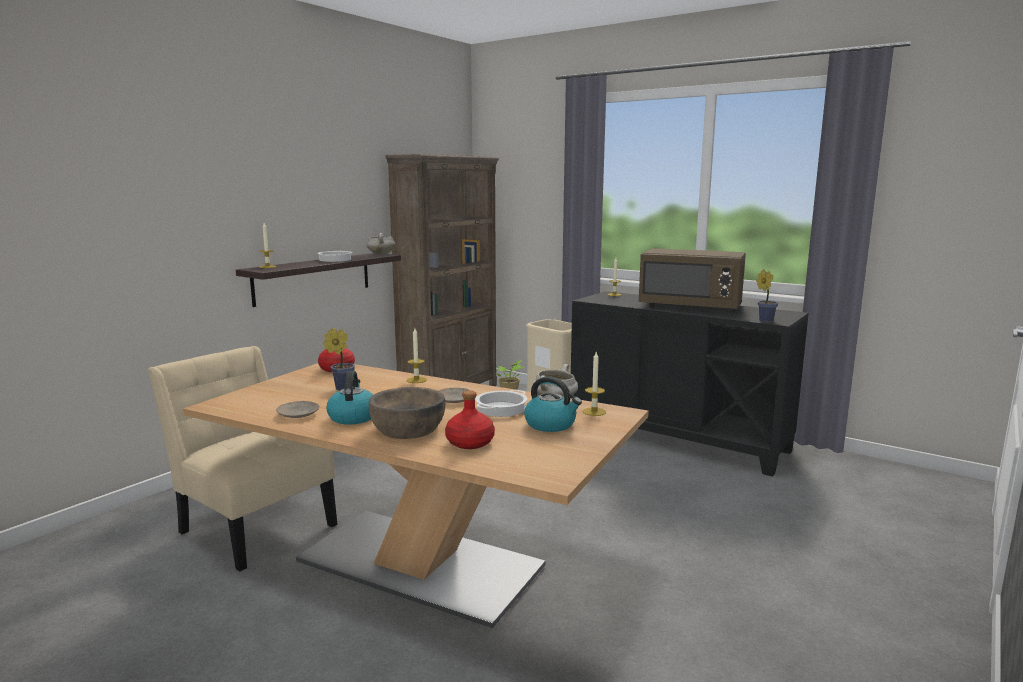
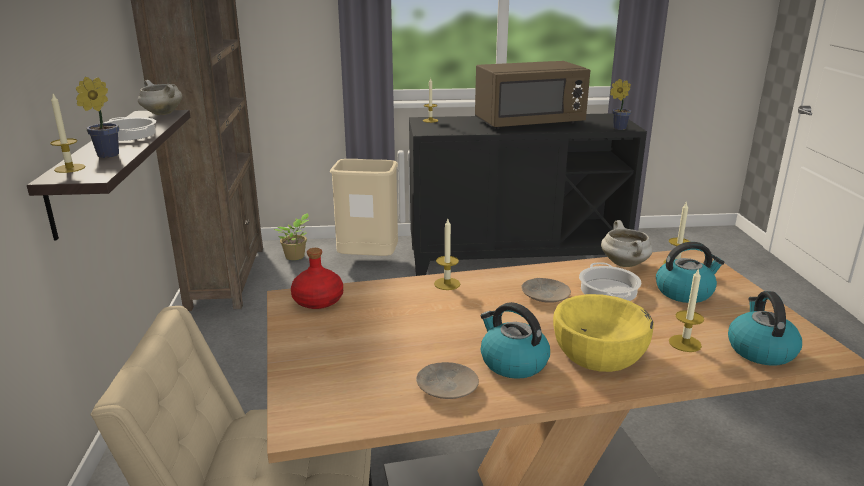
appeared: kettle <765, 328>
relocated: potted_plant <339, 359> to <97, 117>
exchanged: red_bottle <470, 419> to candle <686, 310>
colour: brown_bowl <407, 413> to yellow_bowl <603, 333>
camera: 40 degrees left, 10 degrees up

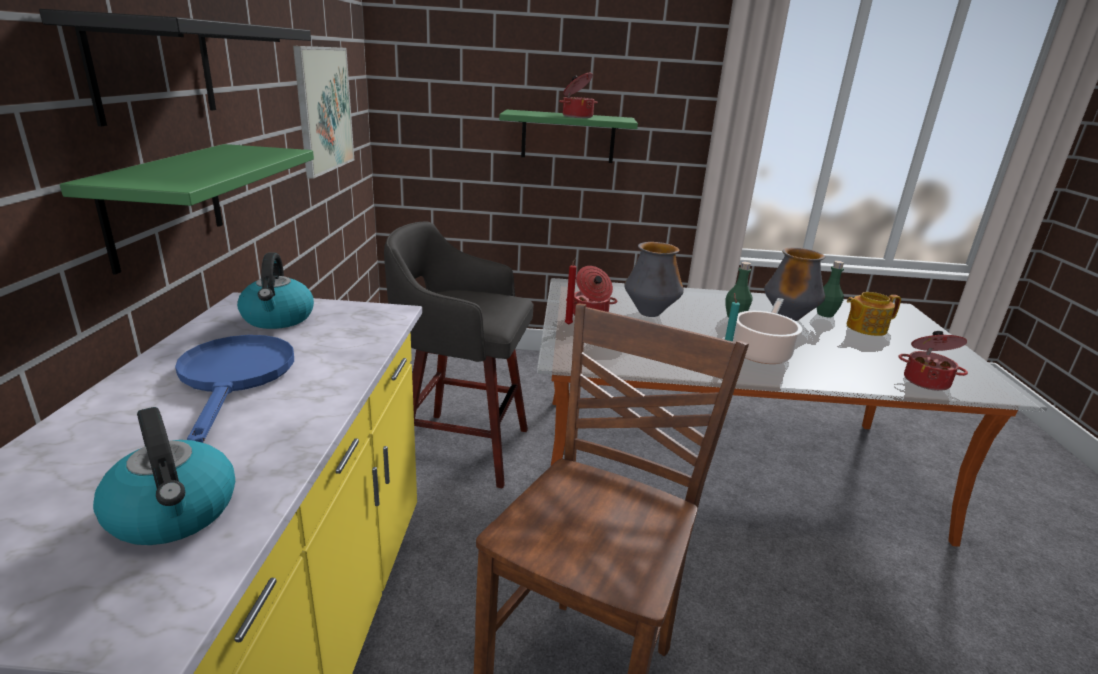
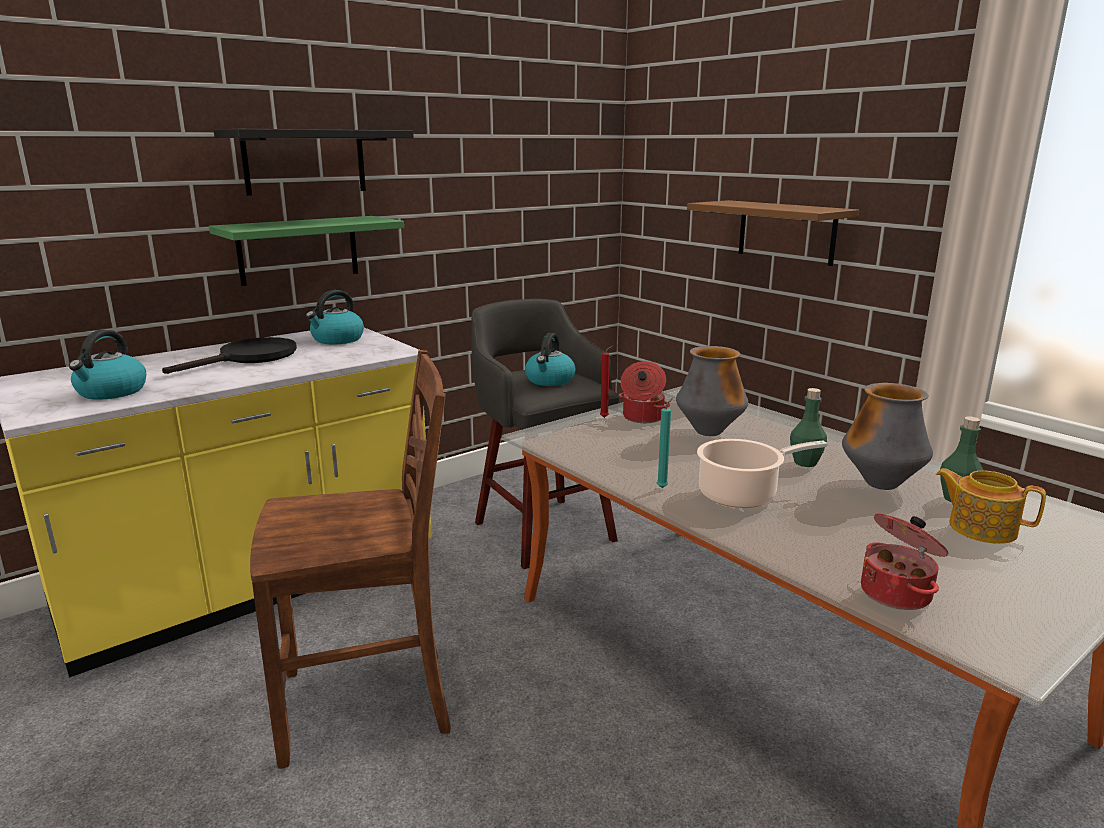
missing: picture <323, 112>; cooking_pot <578, 95>
appeared: kettle <550, 359>
colour: blue_frying_pan <234, 389> to black_frying_pan <229, 355>; green_shelf <568, 136> to brown_shelf <773, 233>
camera: 50 degrees right, 5 degrees down

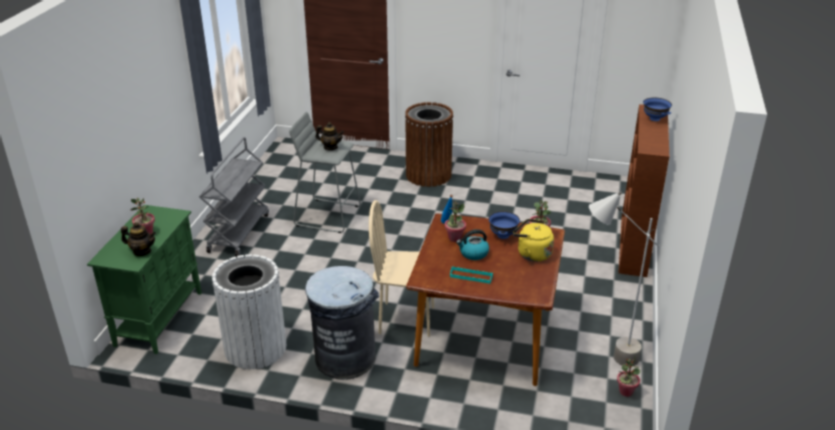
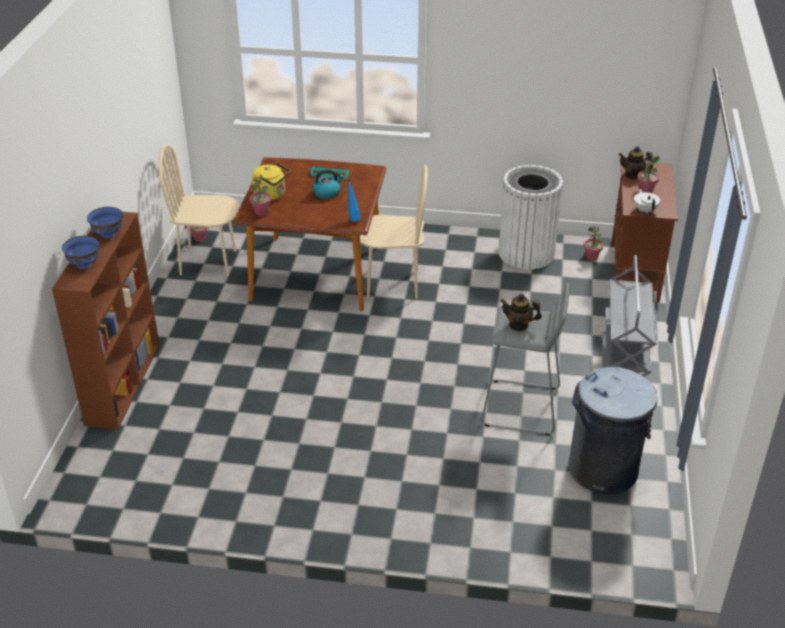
missing: brown_trash_can <429, 144>
appeared: white_teapot <647, 201>
relocated: grey_trash_can <342, 323> to <613, 430>; potted_plant <455, 222> to <593, 243>; blue_bowl <504, 225> to <105, 222>
exchanged: grey_floor_lamp <625, 279> to beige_chair <198, 210>
colour: green_cabinet <144, 279> to brown_cabinet <644, 232>
camera: 175 degrees right, 5 degrees up

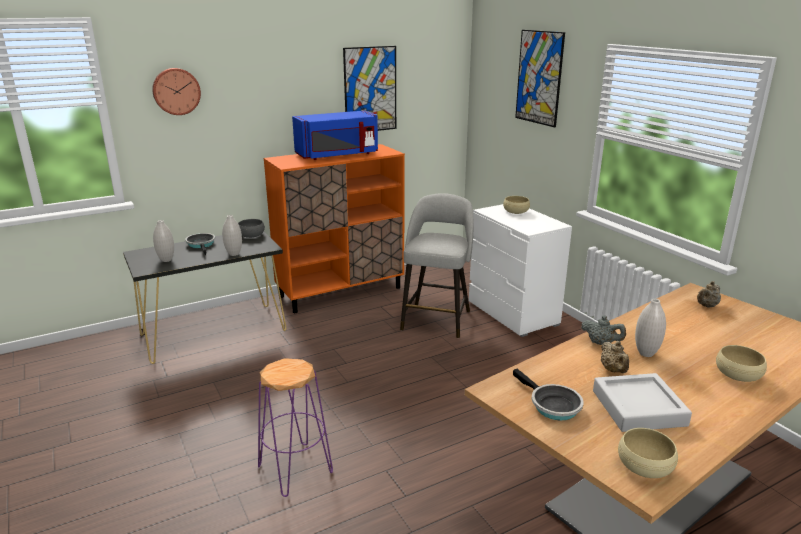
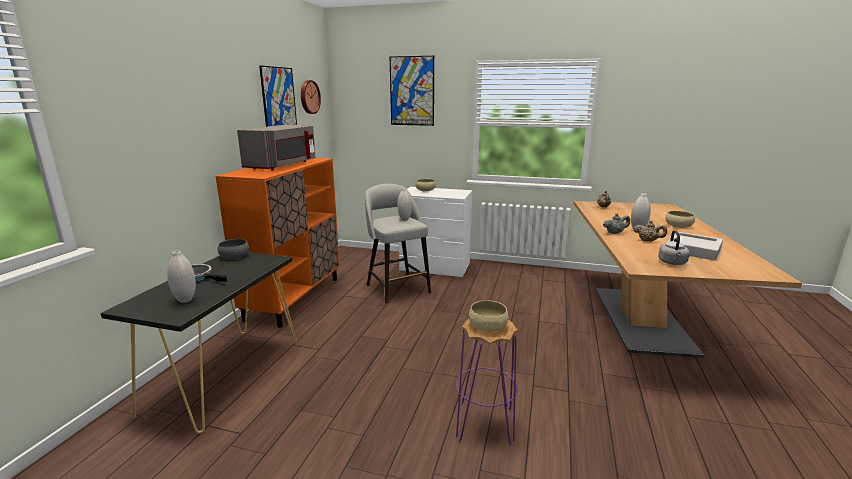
relocated: wall_clock <176, 91> to <311, 97>; white_vase <232, 235> to <404, 204>; beige_bowl <648, 453> to <489, 315>
exchanged: frying_pan <548, 394> to grey_kettle <674, 247>
colour: blue_microwave <335, 135> to grey_microwave <276, 147>
camera: 45 degrees left, 5 degrees down

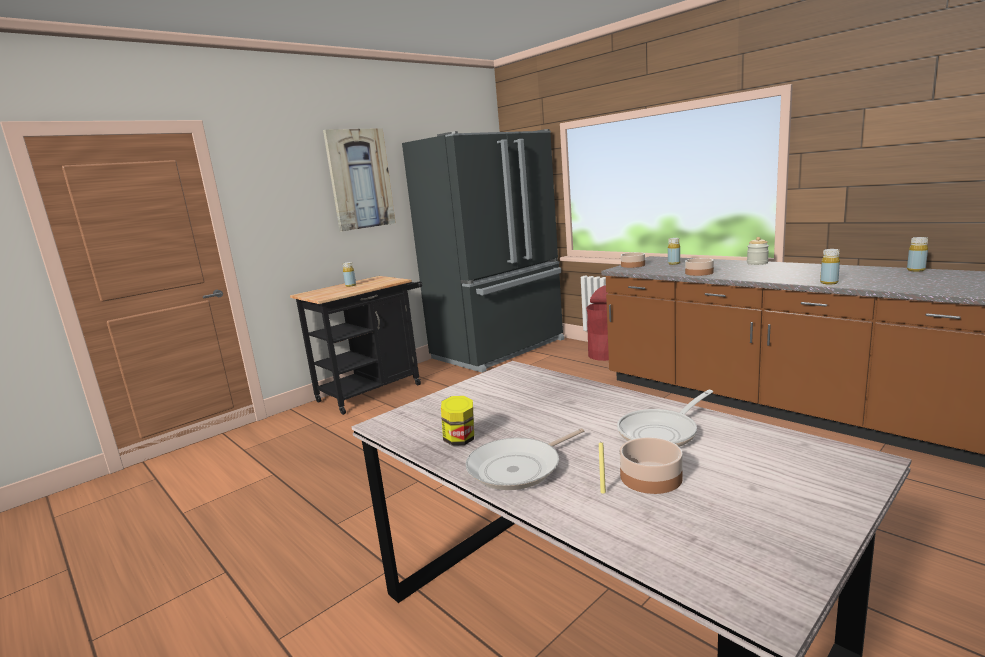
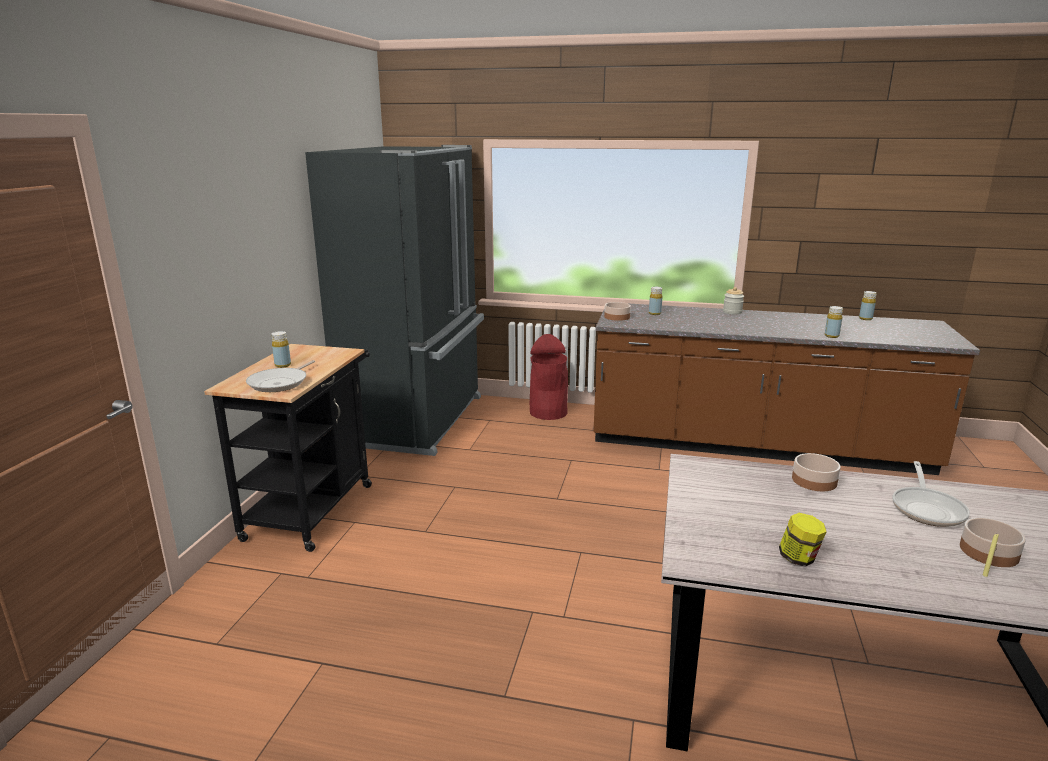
missing: picture <359, 179>
relocated: frying_pan <525, 459> to <280, 376>; bowl <699, 267> to <816, 472>
camera: 35 degrees left, 5 degrees up

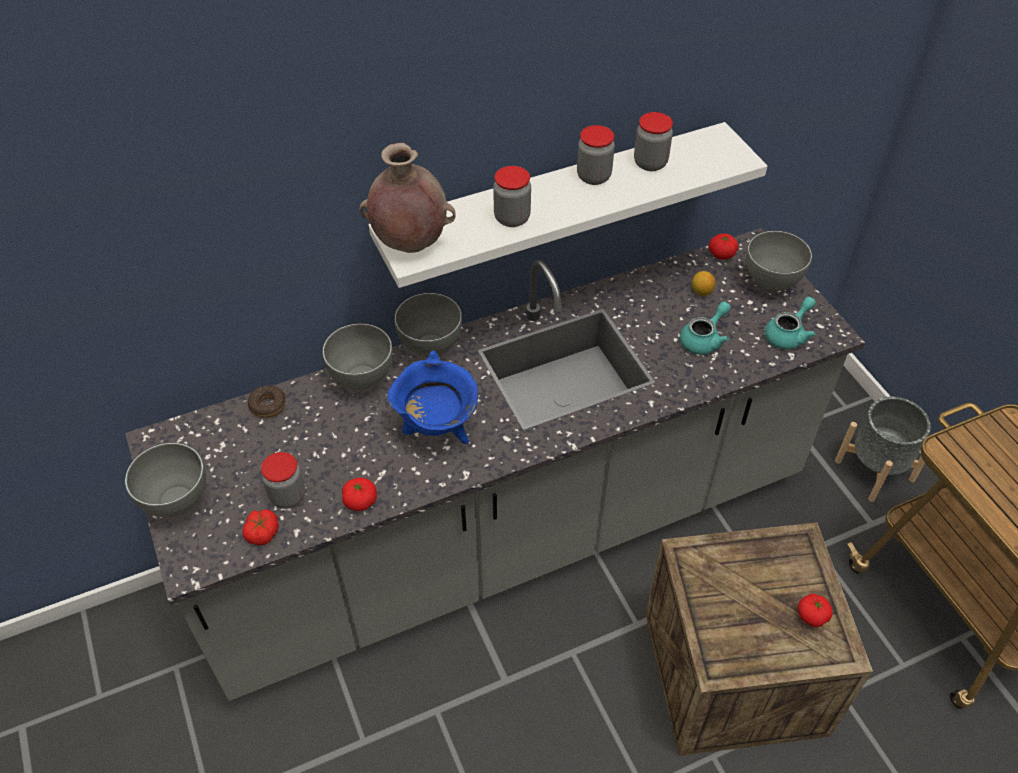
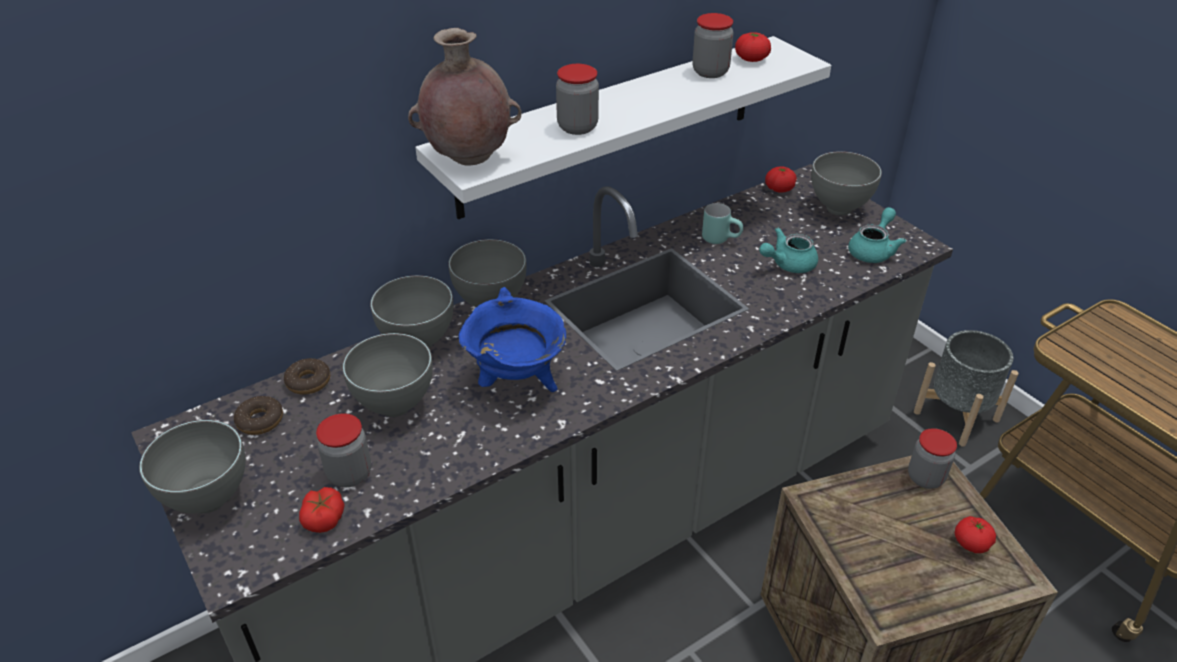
missing: lemon <703, 283>
appeared: donut <258, 415>; grey_bowl <387, 375>; turquoise_mug <722, 223>
relocated: tomato <359, 494> to <753, 47>; jar <596, 155> to <932, 458>
spun: turquoise_teapot <705, 328> = <788, 250> 150 degrees counterclockwise
camera: 10 degrees left, 10 degrees down

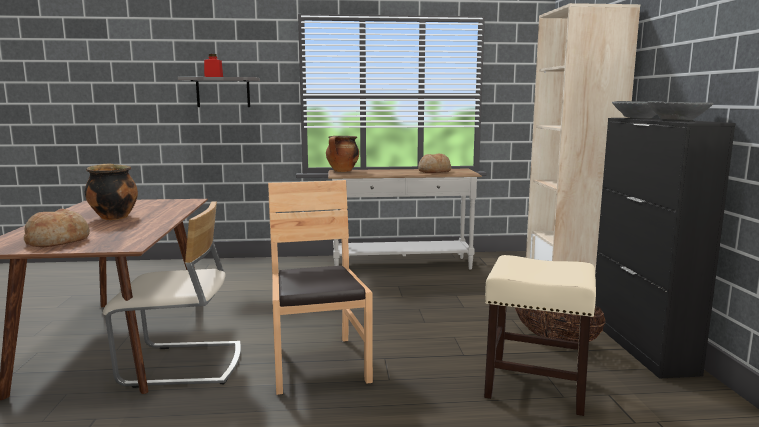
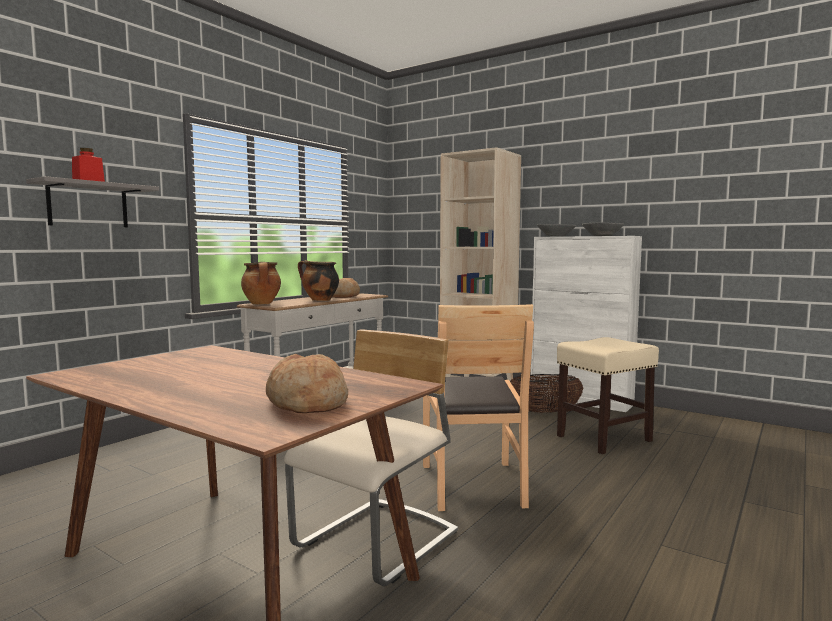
relocated: cooking_pot <111, 191> to <318, 280>
colour: black_cabinet <665, 248> to white_cabinet <586, 324>
spun: brown_chair <320, 287> = <478, 407> 120 degrees counterclockwise
camera: 50 degrees left, 5 degrees down

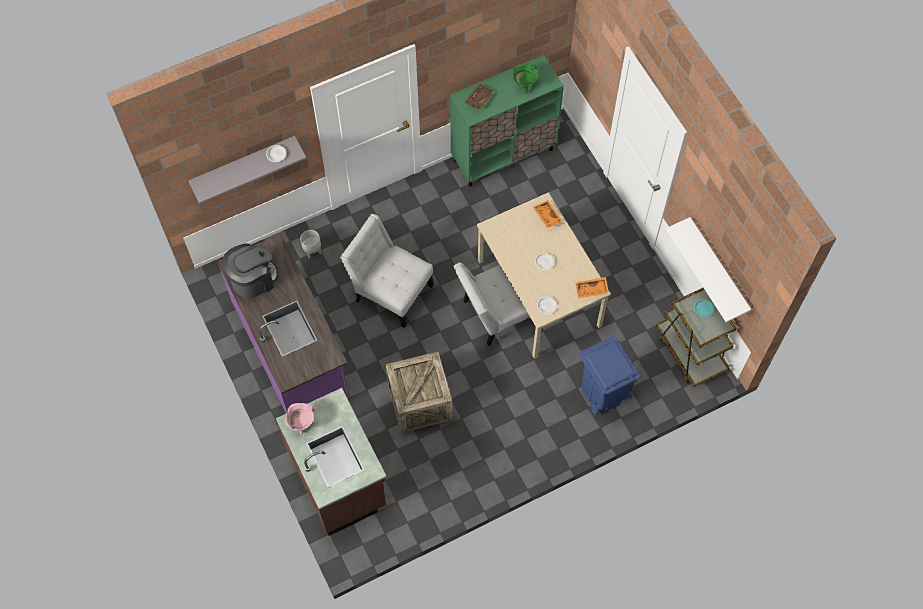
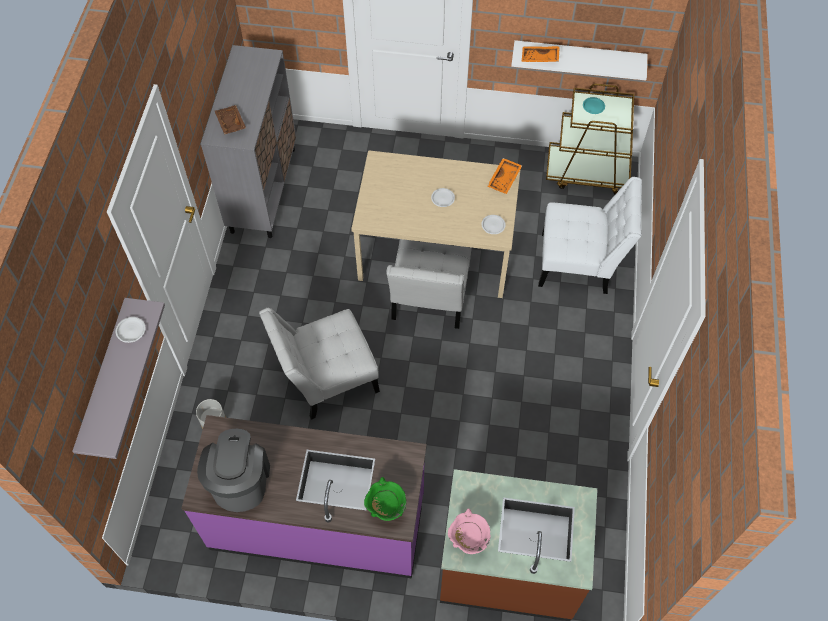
missing: crate <419, 392>
relocated: green_cooking_pot <525, 79> to <385, 499>; orange_tray <548, 214> to <540, 54>
exchanged: blue_trash_can <609, 375> to white_chair <590, 235>
colour: green_cabinet <507, 121> to grey_cabinet <248, 141>
camera: 55 degrees left, 5 degrees down

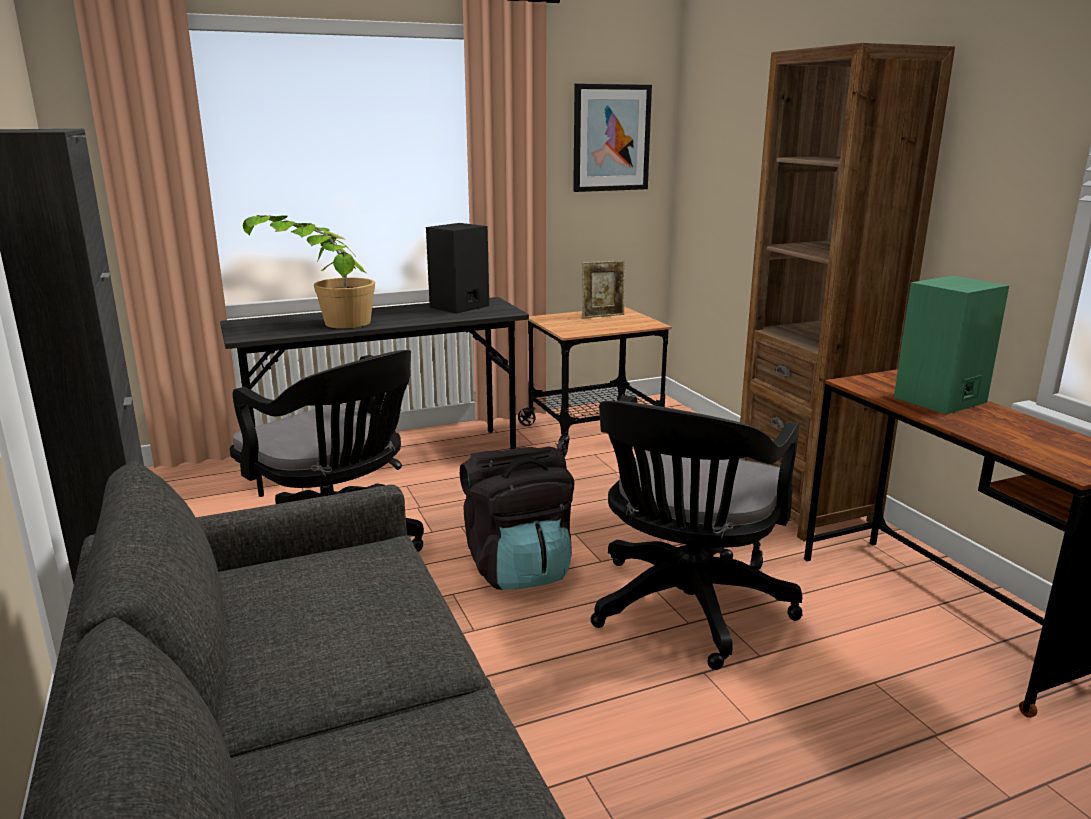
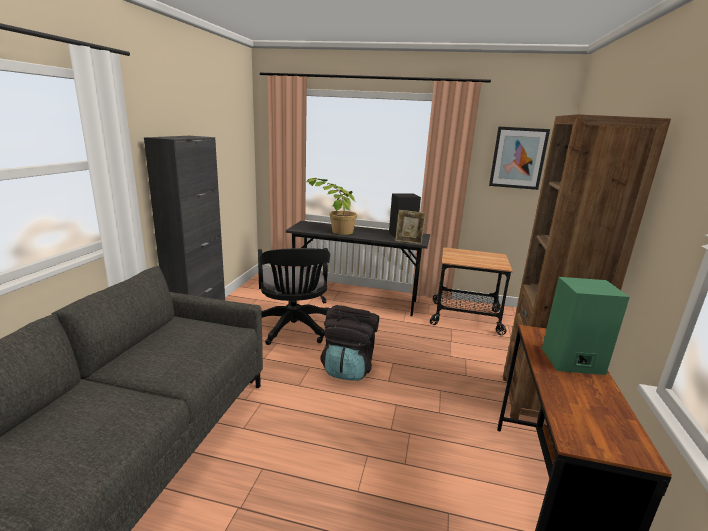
missing: black_office_chair <696, 532>
relocated: picture_frame <603, 289> to <410, 227>
camera: 35 degrees right, 0 degrees up

